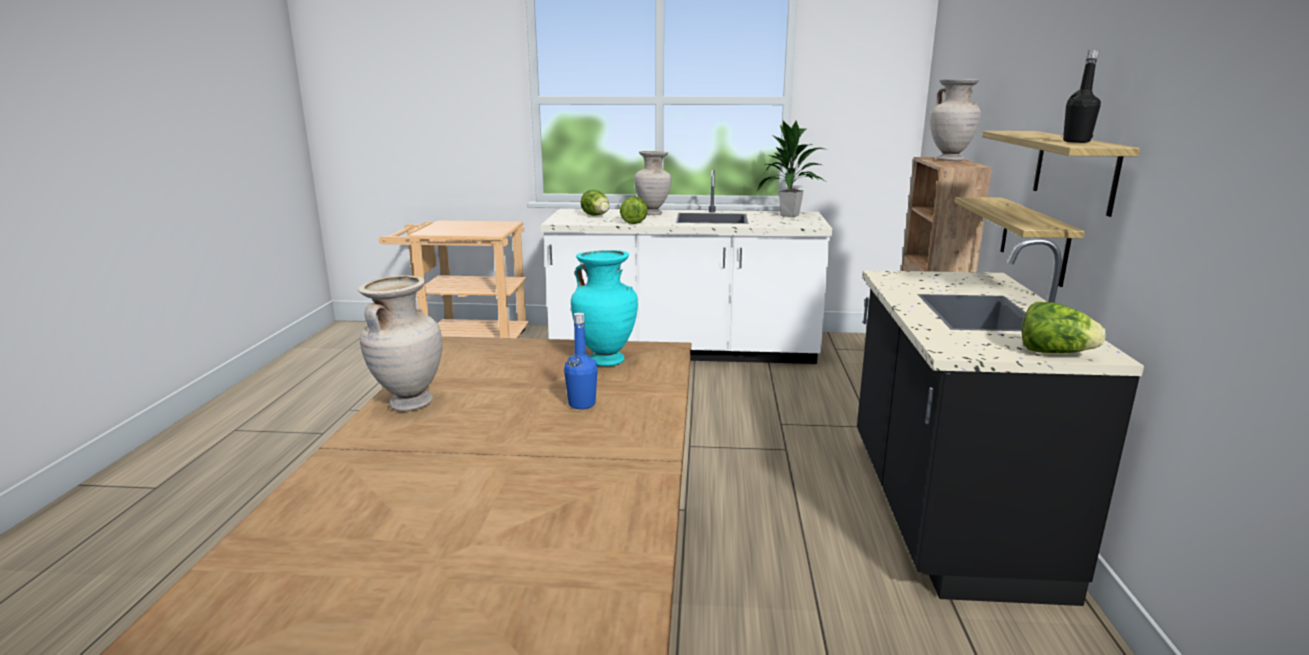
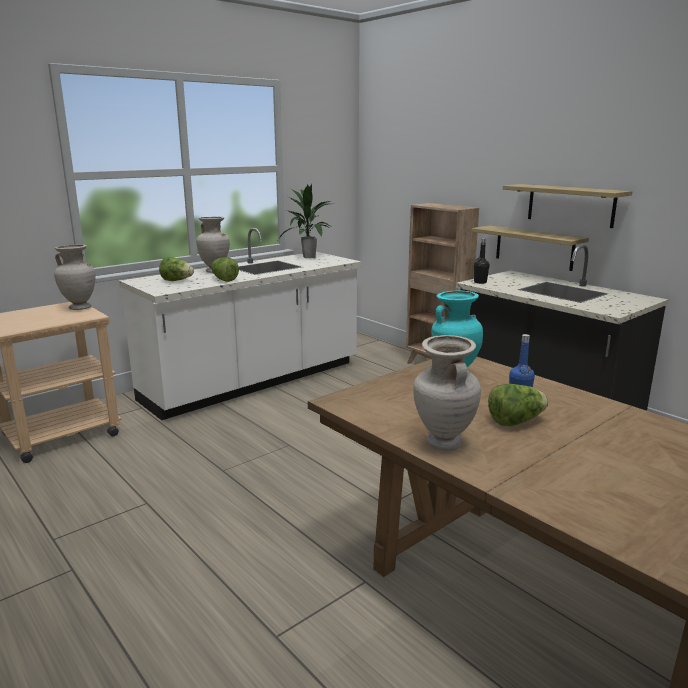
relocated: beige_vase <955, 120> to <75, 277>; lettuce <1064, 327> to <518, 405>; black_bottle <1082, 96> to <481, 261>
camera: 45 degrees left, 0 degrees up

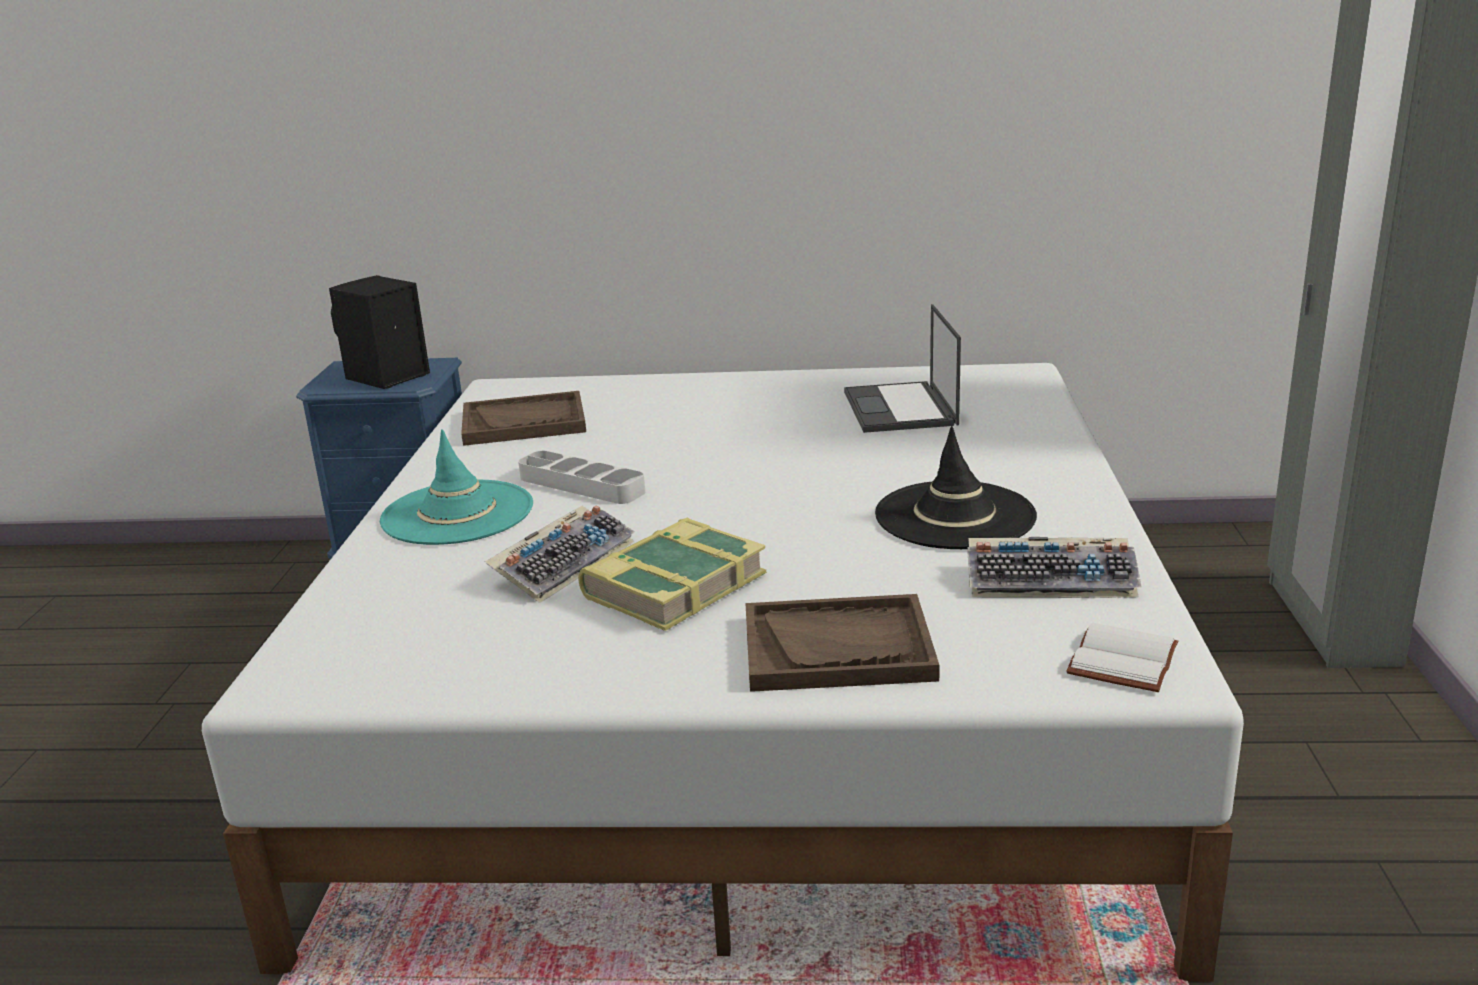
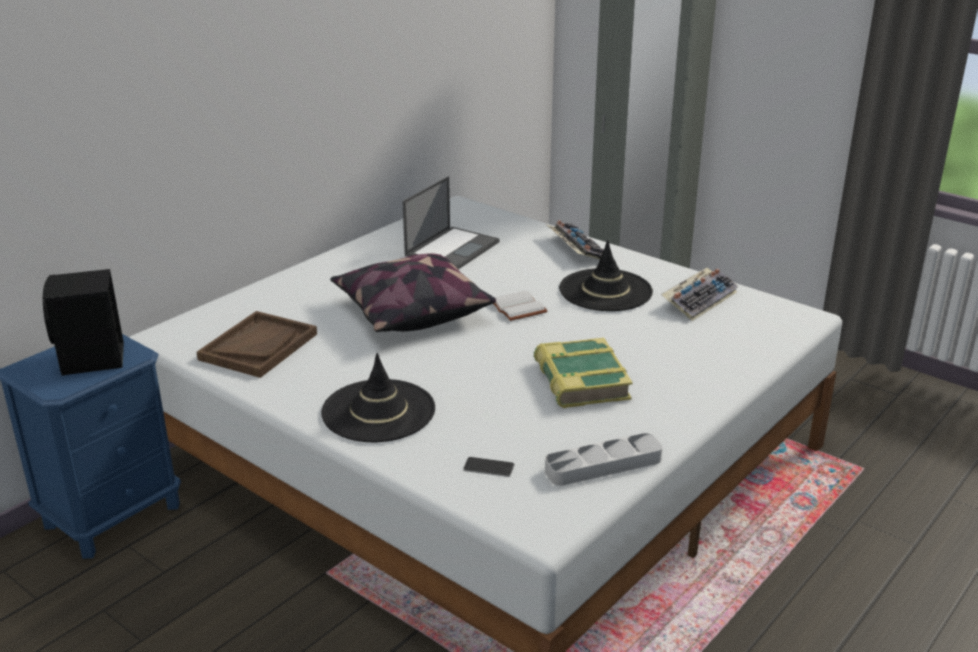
missing: brown_tray <842, 643>
appeared: pillow <413, 292>; phone <489, 467>
relocated: keyboard <560, 554> to <575, 240>; grey_tray <581, 477> to <604, 459>; white_book <1122, 657> to <520, 305>
colour: turquoise_hat <456, 487> to black_hat <378, 397>
spun: laptop <902, 368> = <451, 223> 90 degrees counterclockwise
camera: 55 degrees left, 5 degrees up

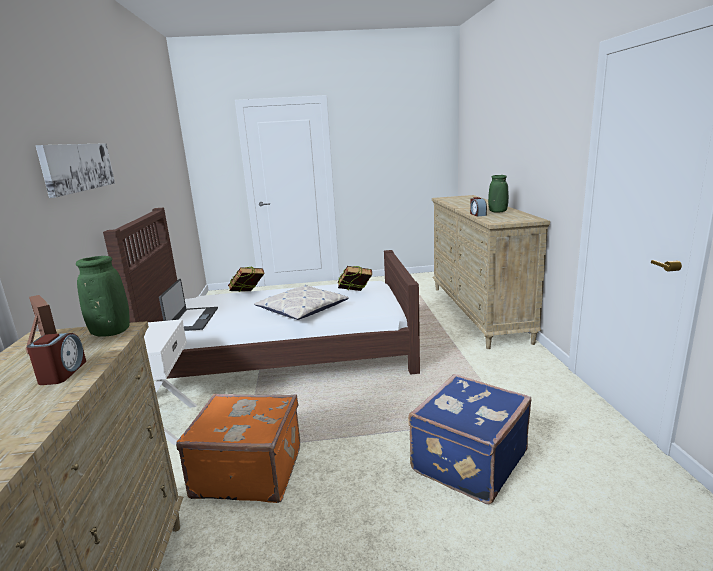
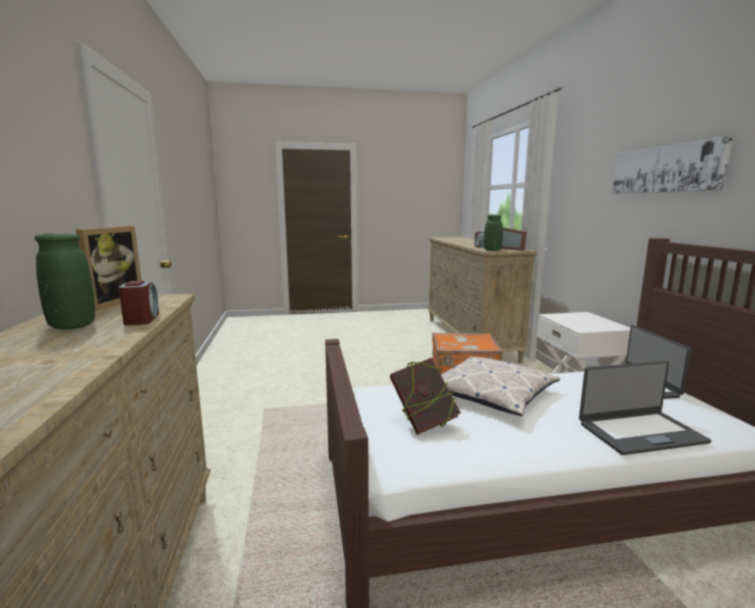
missing: blue_suitcase <470, 439>
appeared: picture_frame <108, 268>
exchanged: book <246, 279> to laptop <645, 408>
camera: 175 degrees right, 5 degrees down

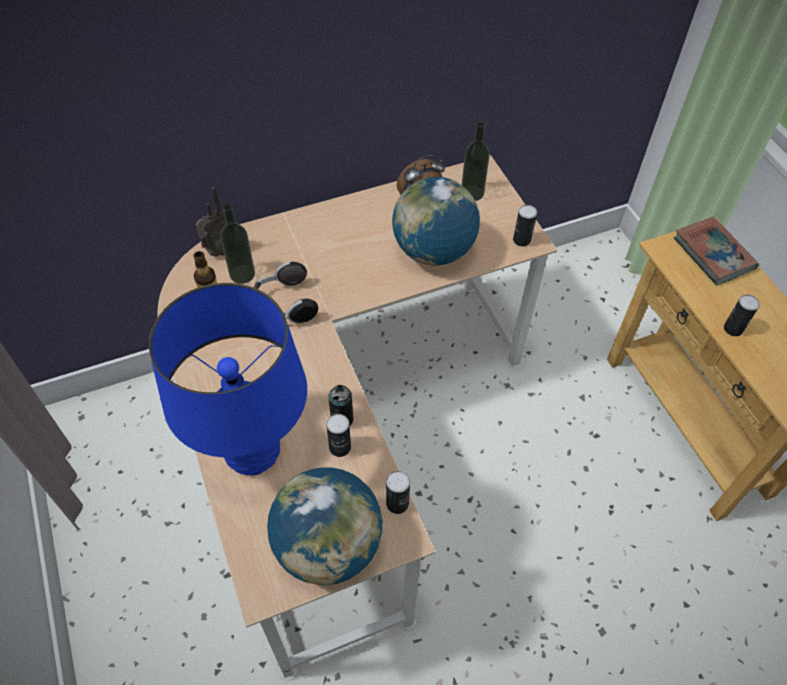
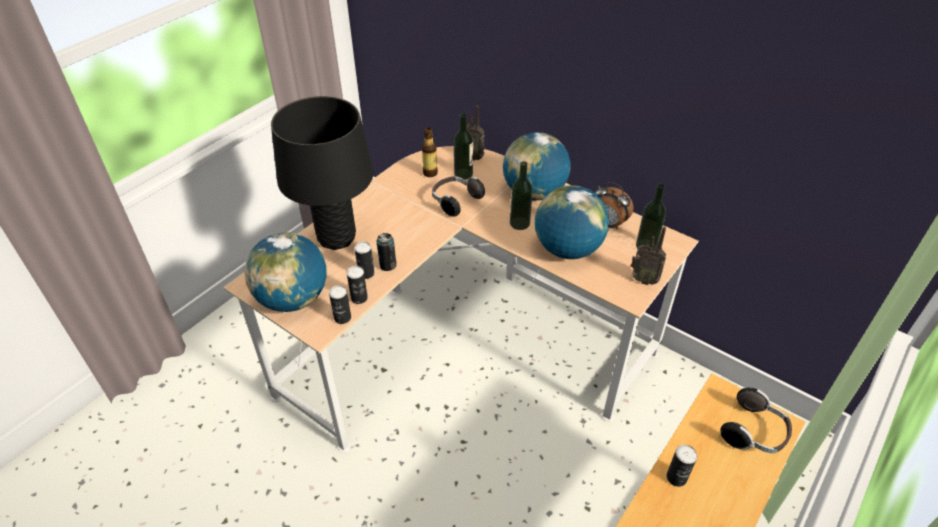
appeared: globe <536, 166>; bottle <521, 195>; radio <648, 256>
relocated: can <525, 226> to <357, 285>
exchanged: book <716, 251> to headphones <756, 420>
colour: blue_table_lamp <228, 379> to black_table_lamp <322, 173>
camera: 60 degrees right, 10 degrees down

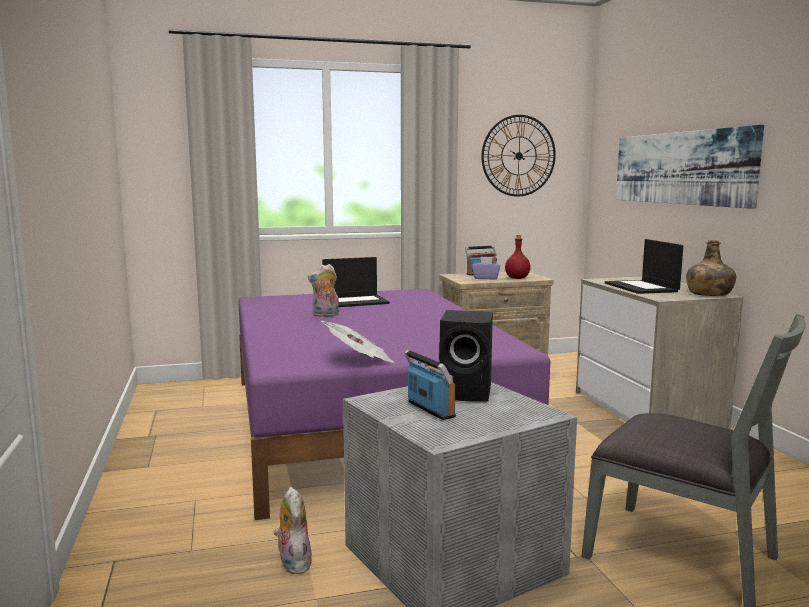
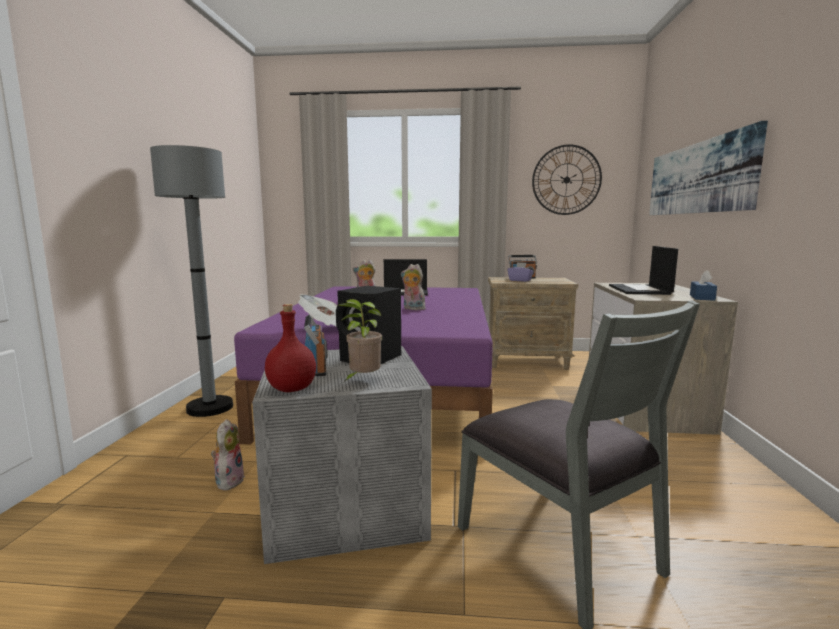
appeared: grey_floor_lamp <191, 281>; potted_plant <360, 340>; plush_toy <413, 287>
relocated: red_bottle <518, 257> to <290, 348>
exchanged: green_bottle <711, 268> to blue_tissue_box <703, 285>
camera: 20 degrees right, 0 degrees up

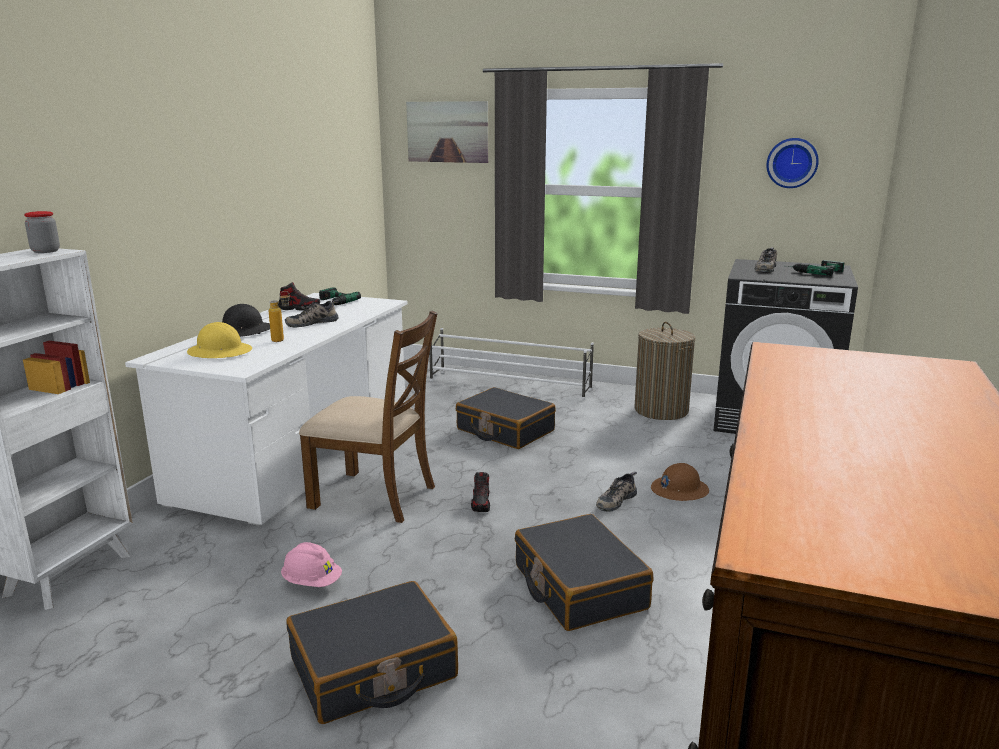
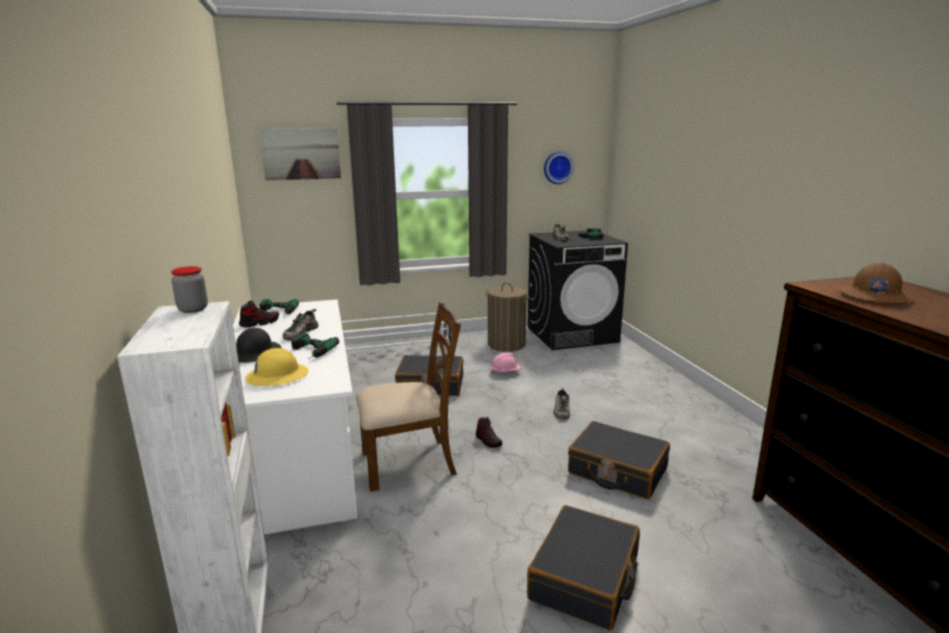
relocated: pink_hard_hat <311, 564> to <505, 363>; brown_hard_hat <680, 482> to <876, 283>
exchanged: bottle <279, 316> to power_drill <315, 346>
camera: 35 degrees left, 0 degrees up

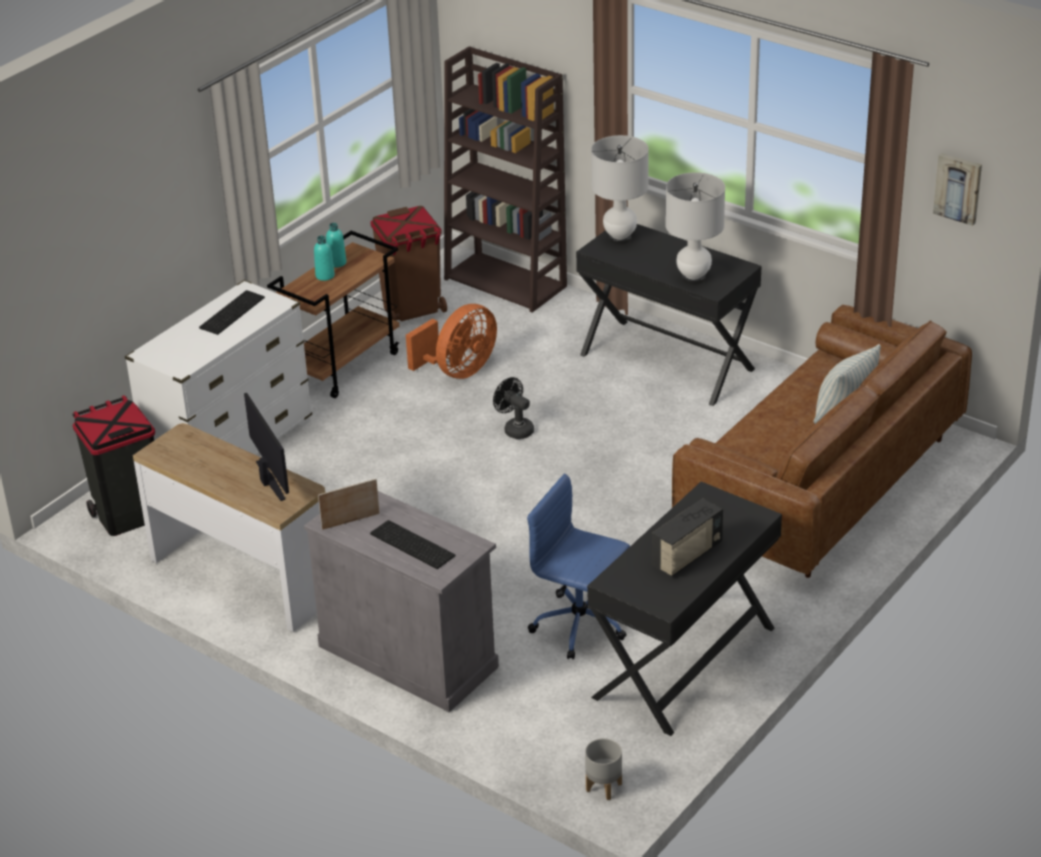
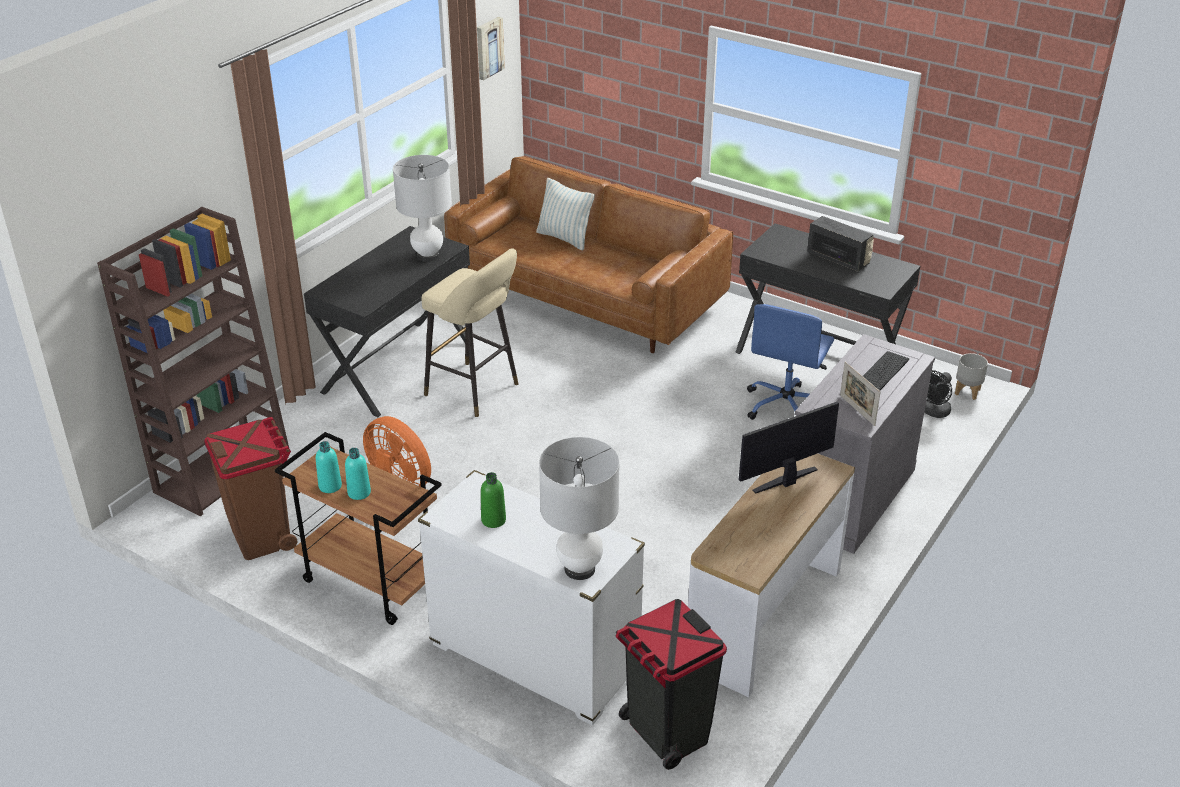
appeared: beige_stool <470, 332>
relocated: black_fan <513, 408> to <938, 394>; white_table_lamp <620, 190> to <579, 508>
exchanged: keyboard <232, 312> to green_bottle <493, 500>
camera: 95 degrees left, 0 degrees up

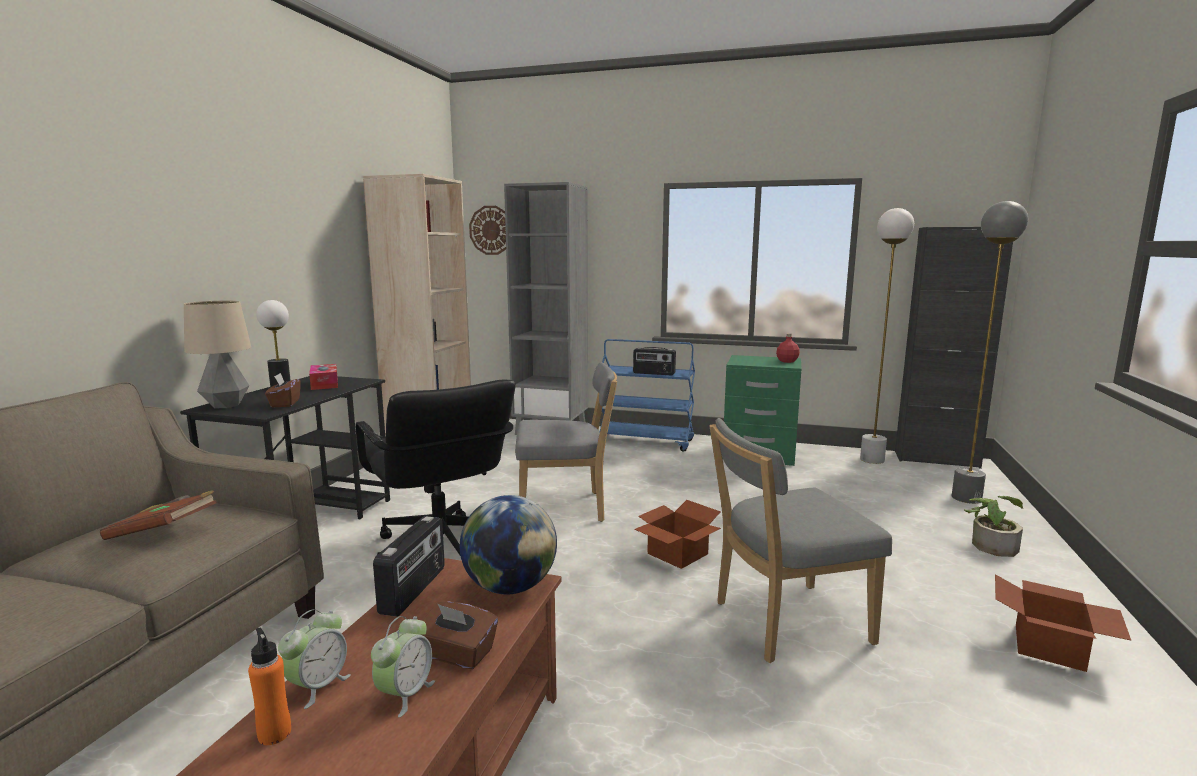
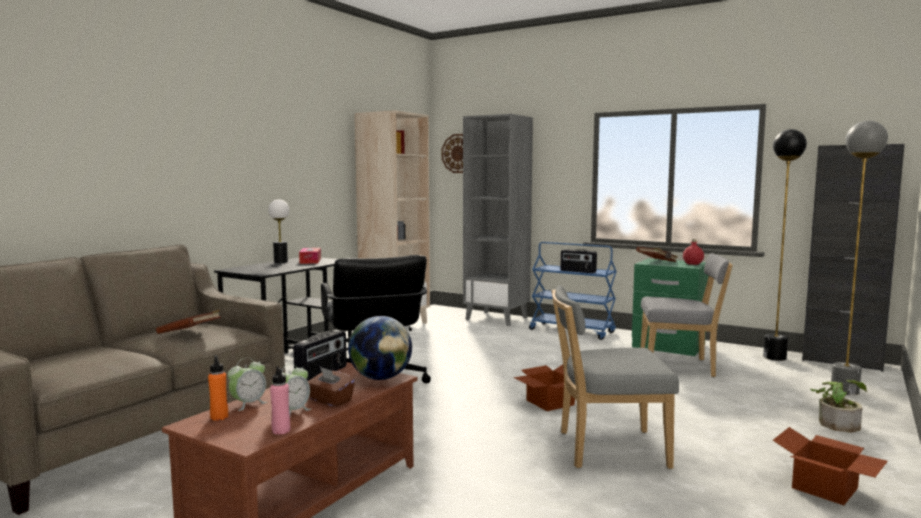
missing: table_lamp <217, 354>; brown_tissue_box <282, 390>
appeared: pink_bottle <280, 400>; brown_book <657, 254>
relocated: grey_chair <566, 442> to <686, 315>
colour: white_floor_lamp <887, 336> to black_floor_lamp <785, 245>
camera: 15 degrees right, 5 degrees down

